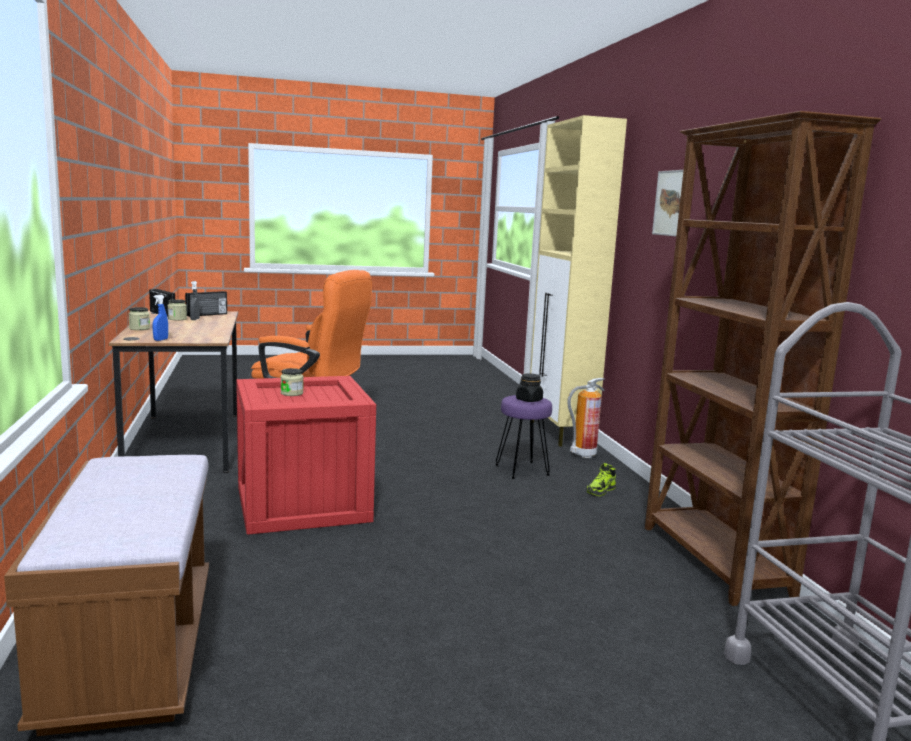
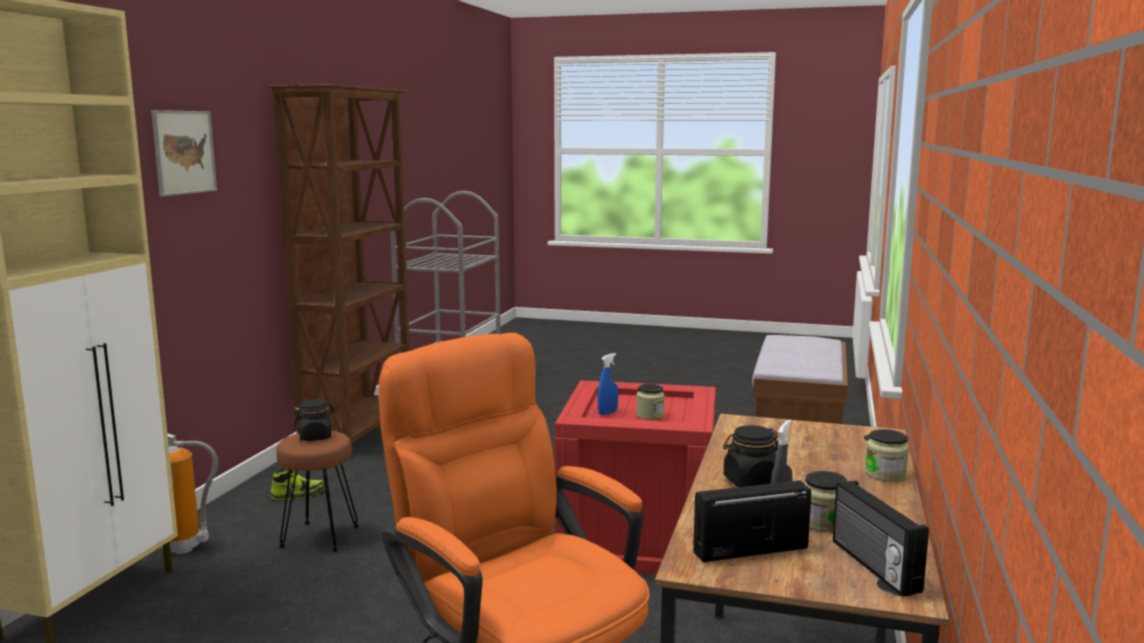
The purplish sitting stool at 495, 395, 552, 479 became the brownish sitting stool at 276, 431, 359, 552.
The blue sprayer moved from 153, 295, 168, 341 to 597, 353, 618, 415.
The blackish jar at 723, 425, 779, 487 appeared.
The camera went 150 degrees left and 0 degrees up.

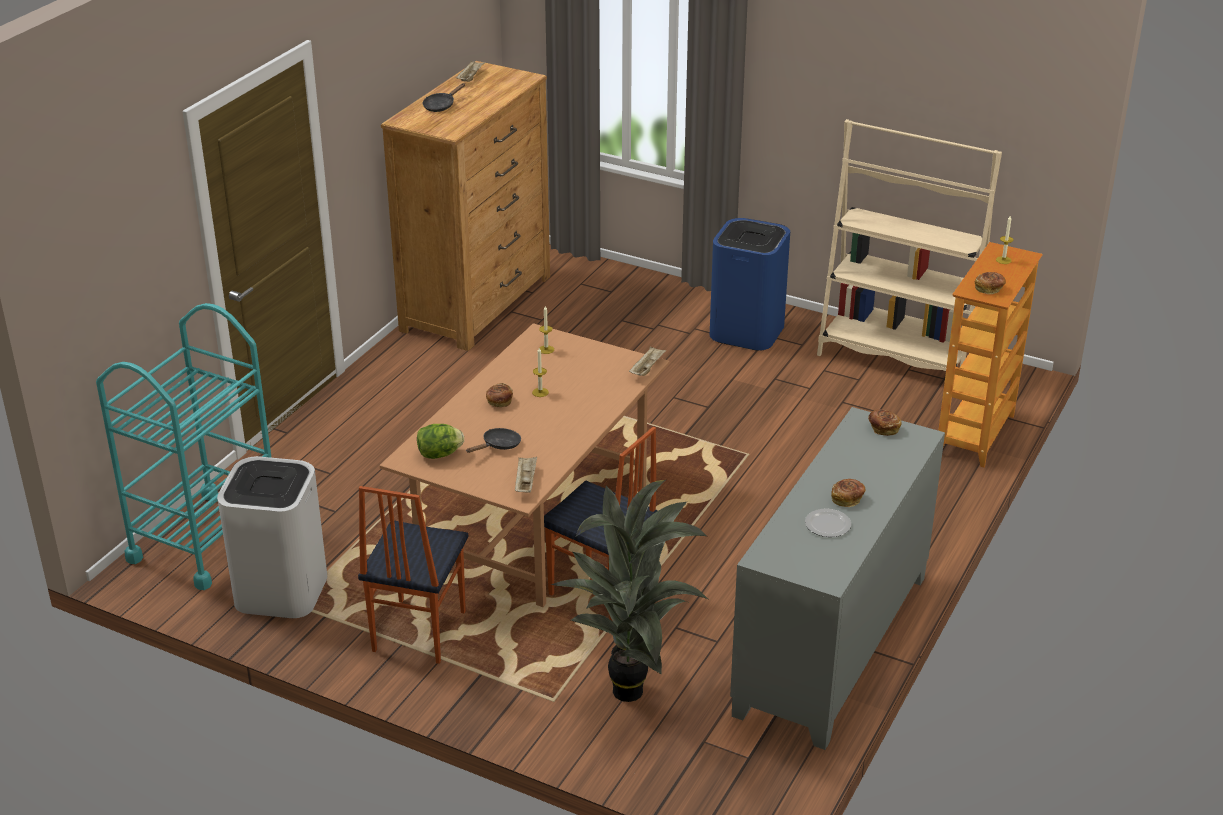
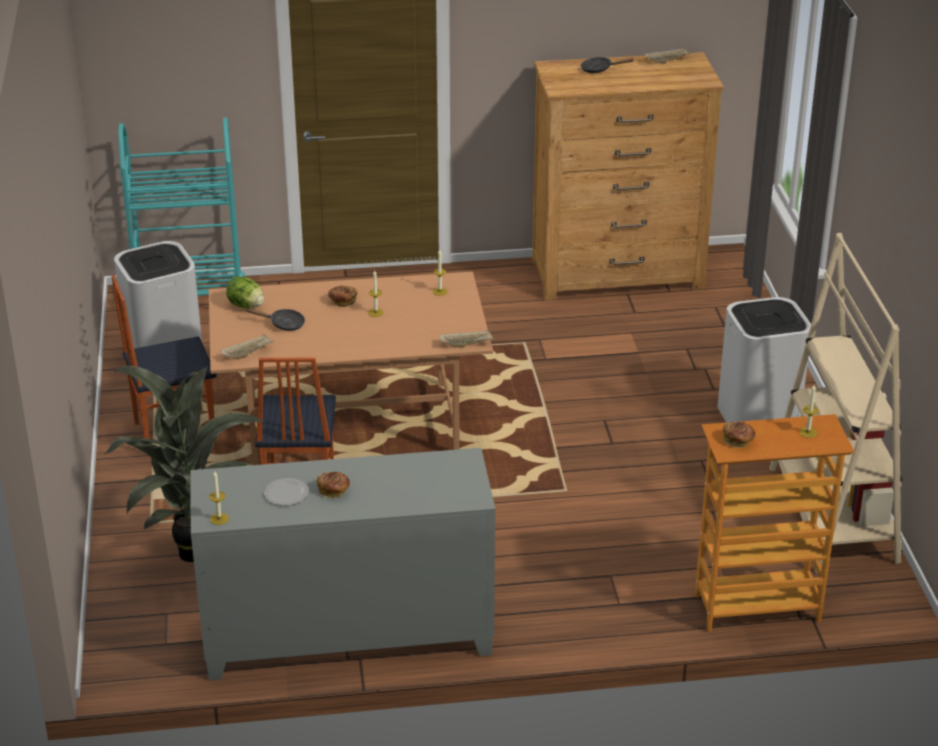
The wax candle at 209, 471, 229, 525 appeared.
The blue trash can at 710, 218, 790, 351 became the whitish trash can at 718, 297, 811, 423.
The bakery bread at 868, 409, 901, 436 disappeared.
The camera went 55 degrees right and 0 degrees up.

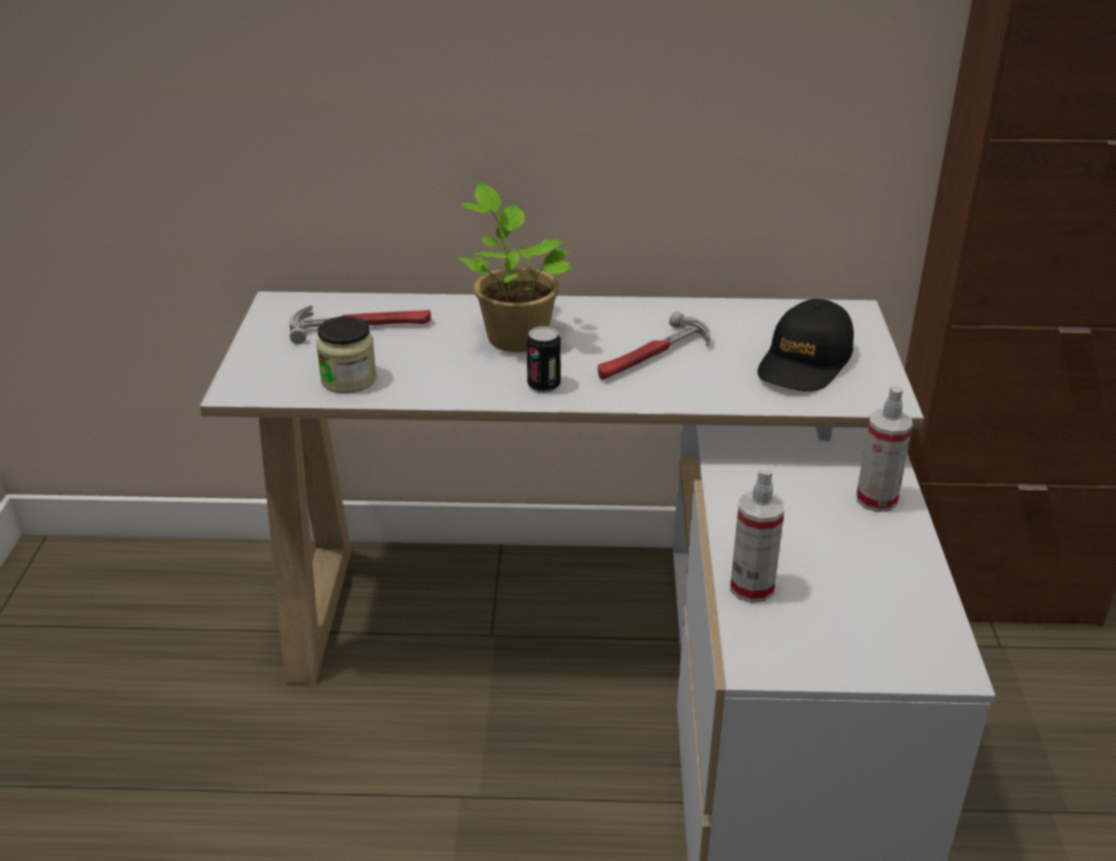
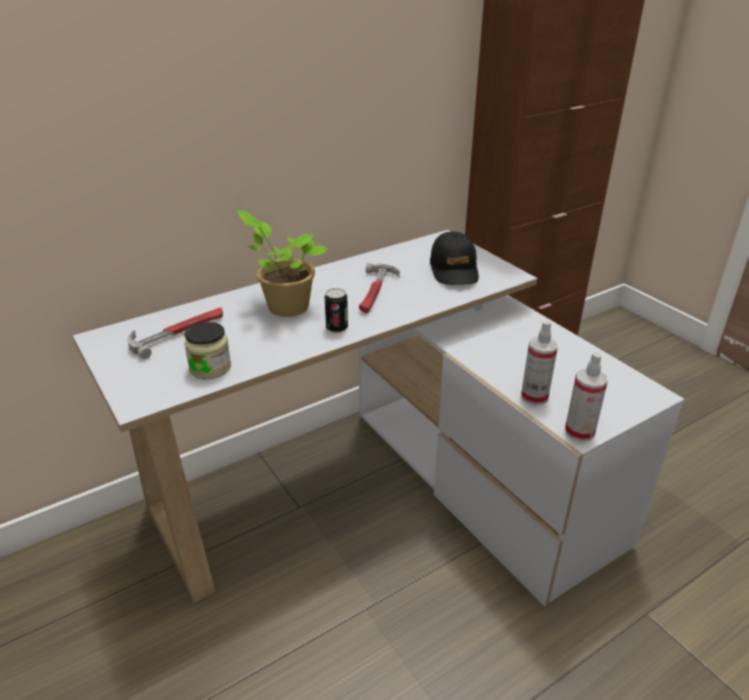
The sprayer moved from 856, 385, 913, 512 to 565, 352, 608, 442.
The camera went 35 degrees left and 0 degrees up.

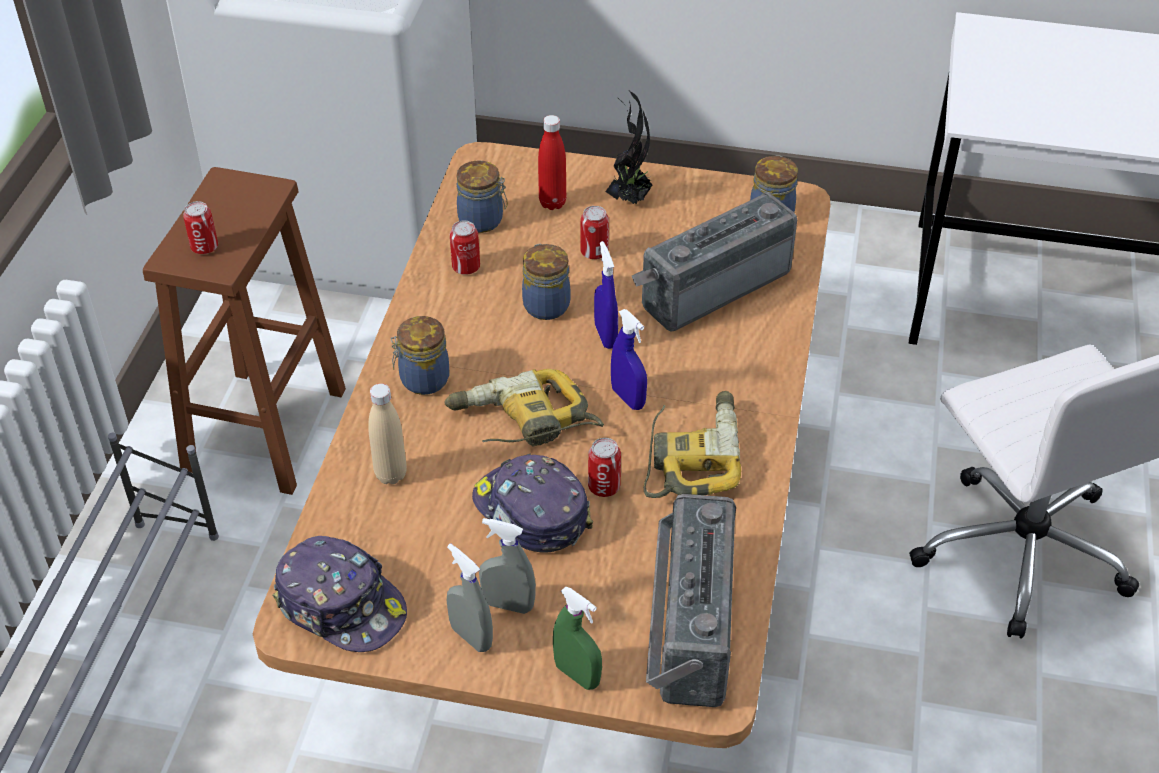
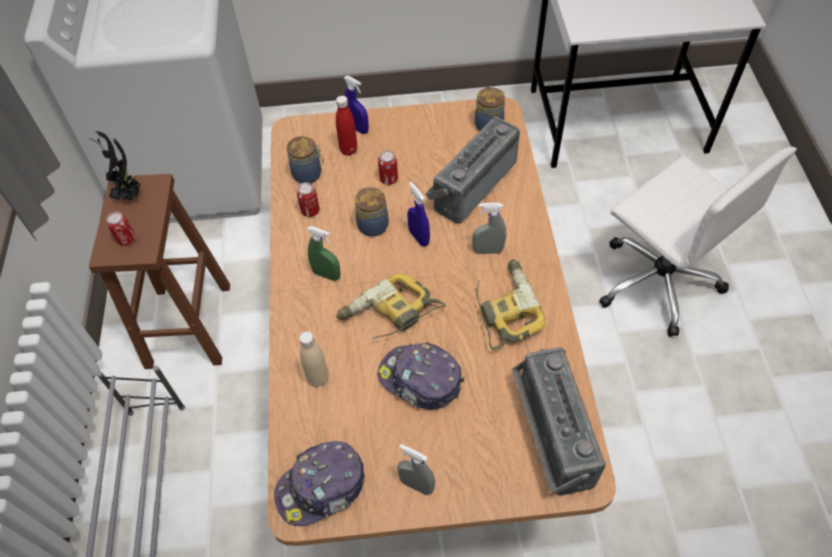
The houseplant moved from 605, 91, 653, 204 to 89, 131, 141, 201.
The cap at 272, 536, 407, 652 turned 135 degrees clockwise.
The green sprayer moved from 553, 587, 602, 690 to 307, 226, 340, 281.
The blue sprayer moved from 611, 309, 647, 410 to 344, 76, 369, 134.
The greyish sprayer moved from 479, 518, 536, 614 to 472, 203, 506, 254.
The jar at 391, 316, 449, 395 disappeared.
The can at 588, 438, 621, 497 disappeared.
The camera went 15 degrees left and 10 degrees up.

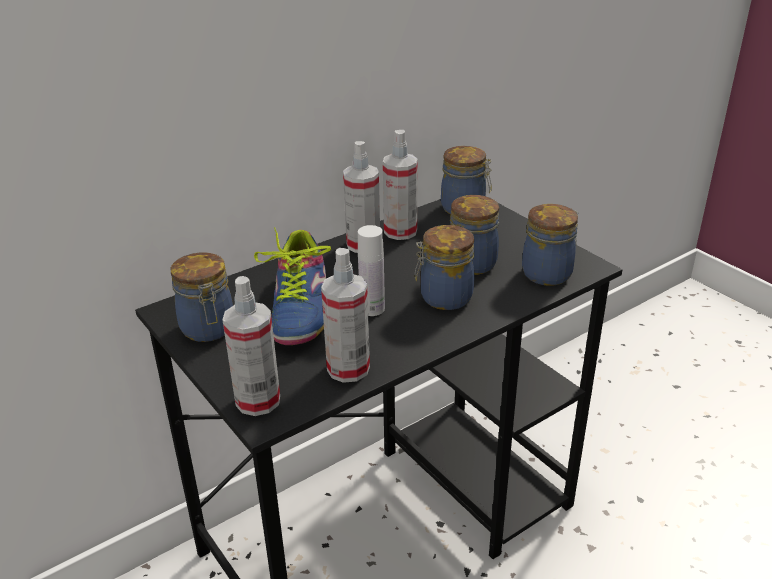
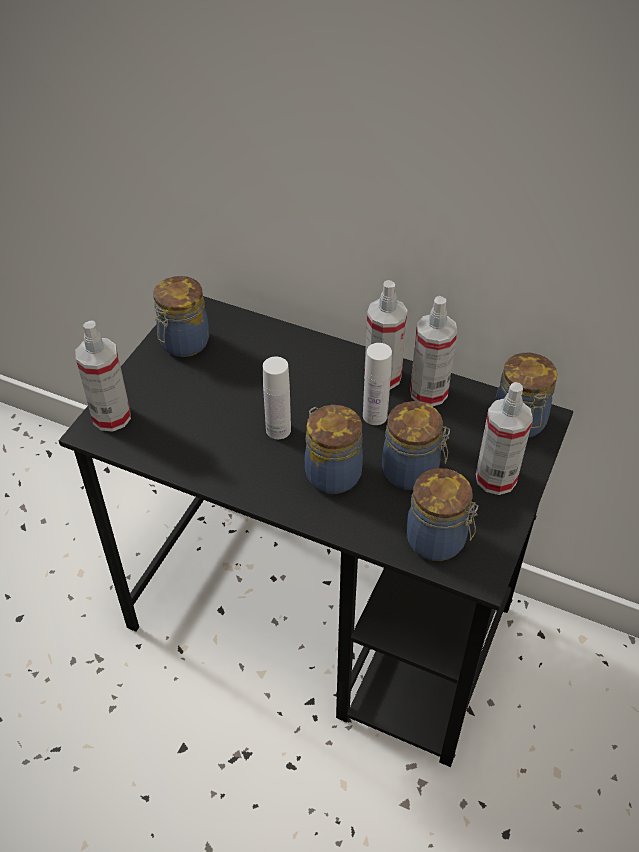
The whitish beverage bottle at 363, 343, 392, 425 appeared.
The sprayer moved from 321, 248, 370, 383 to 476, 382, 533, 495.
The low shoe at 254, 227, 331, 345 disappeared.
The camera went 60 degrees right and 15 degrees up.

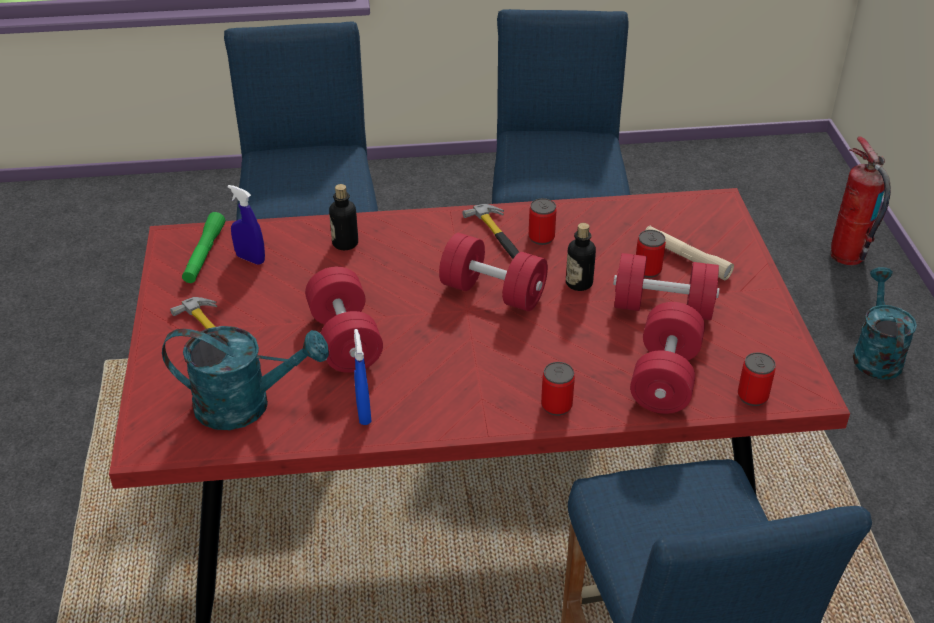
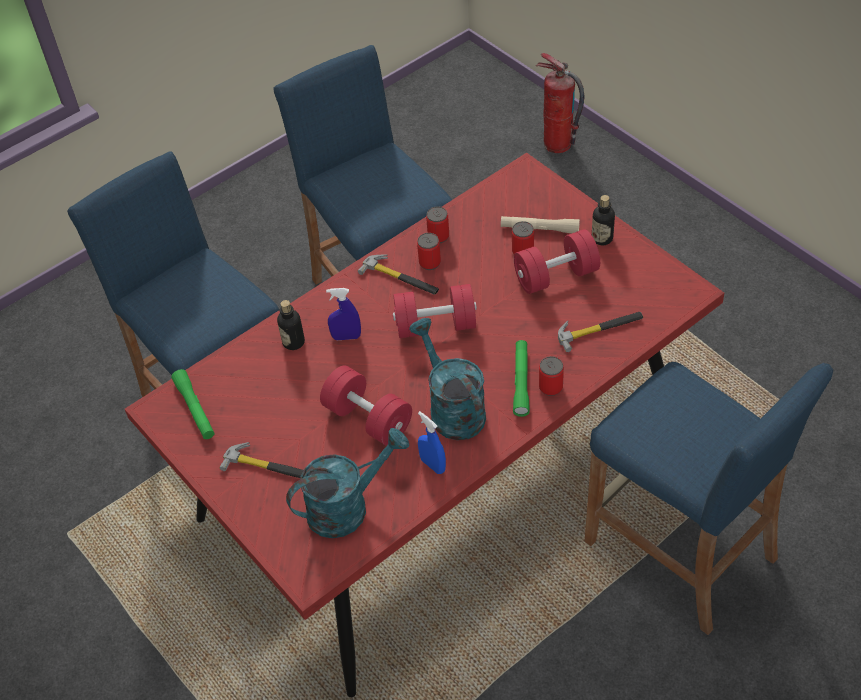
The blue sprayer moved from 228, 185, 265, 265 to 326, 288, 361, 340.
The turquoise sprinkling can moved from 853, 267, 917, 380 to 409, 318, 486, 440.
The can moved from 738, 352, 776, 406 to 426, 206, 449, 243.
The green hand torch at 513, 340, 530, 417 appeared.
The reddish dumbbell at 630, 302, 705, 414 was replaced by the tool hammer at 558, 312, 643, 352.
The beverage bottle moved from 566, 223, 596, 291 to 592, 195, 615, 245.
The camera went 30 degrees left and 10 degrees up.

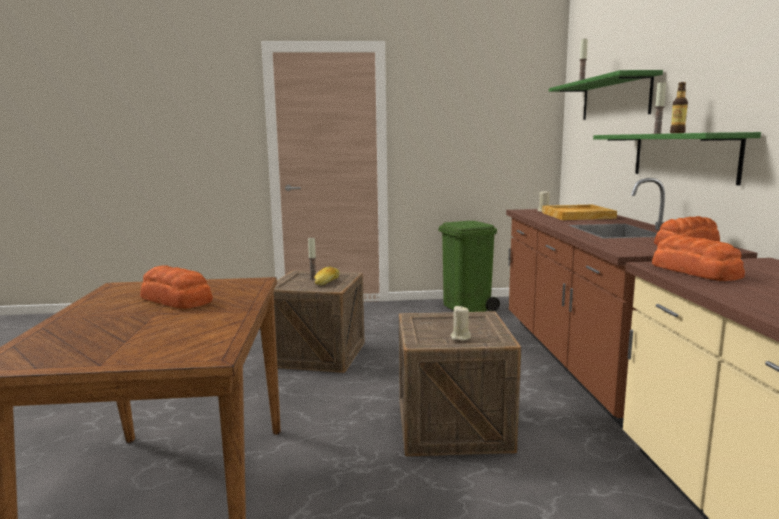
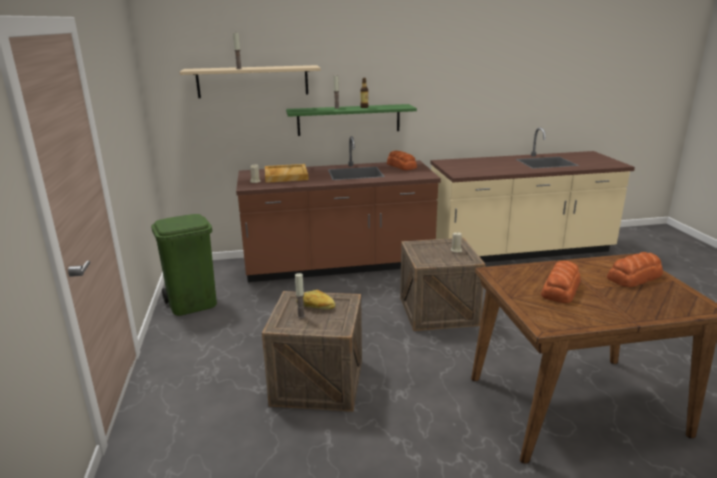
The green wall shelf at 549, 70, 663, 120 became the sand-coloured wall shelf at 180, 65, 321, 98.
The bakery bread moved from 652, 235, 745, 281 to 607, 252, 663, 287.
The camera went 95 degrees left and 10 degrees up.

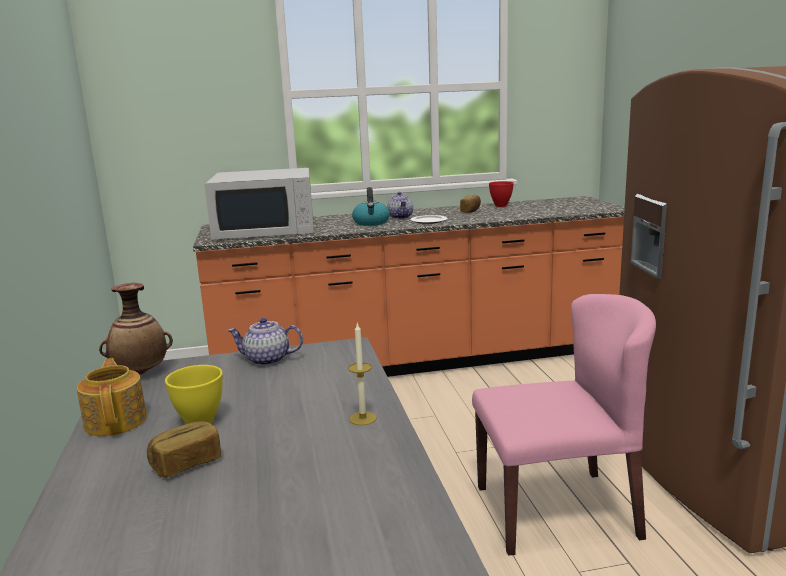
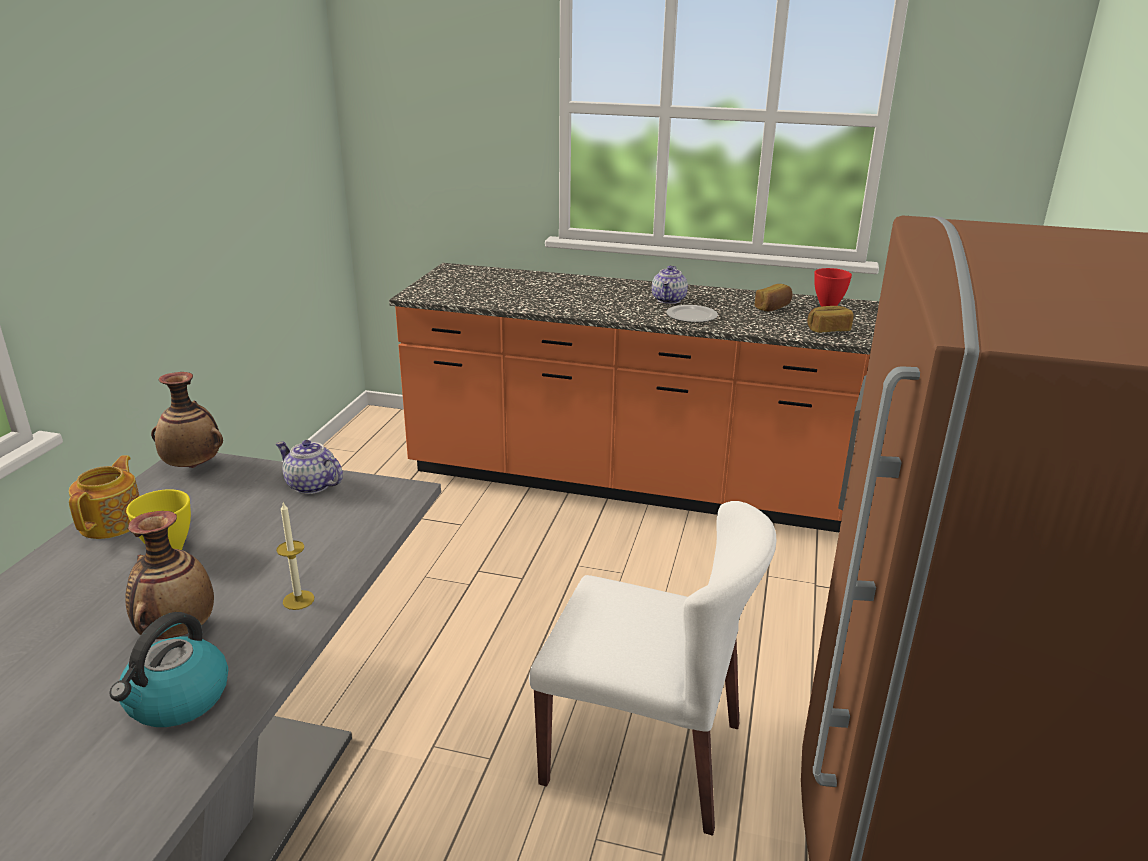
The tea kettle moved from 352, 187, 390, 226 to 110, 612, 228, 727.
The vase at 125, 511, 214, 639 appeared.
The pink-coloured plain chair at 472, 294, 656, 556 became the whitish plain chair at 529, 501, 776, 836.
The bakery bread moved from 147, 421, 221, 478 to 807, 306, 854, 333.
The whitish microwave at 205, 168, 314, 239 disappeared.
The camera went 25 degrees right and 10 degrees up.

